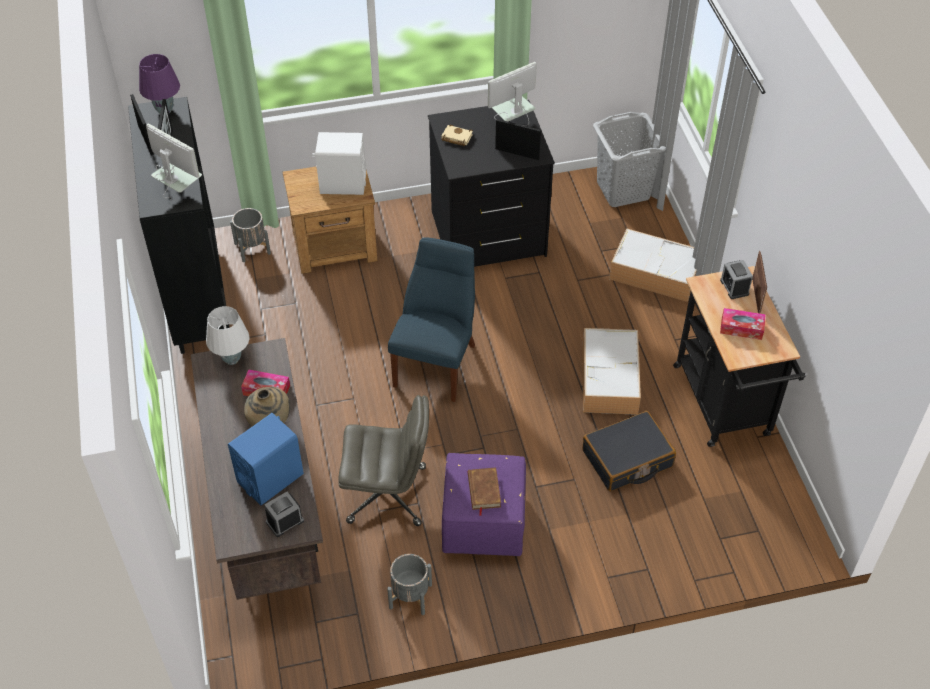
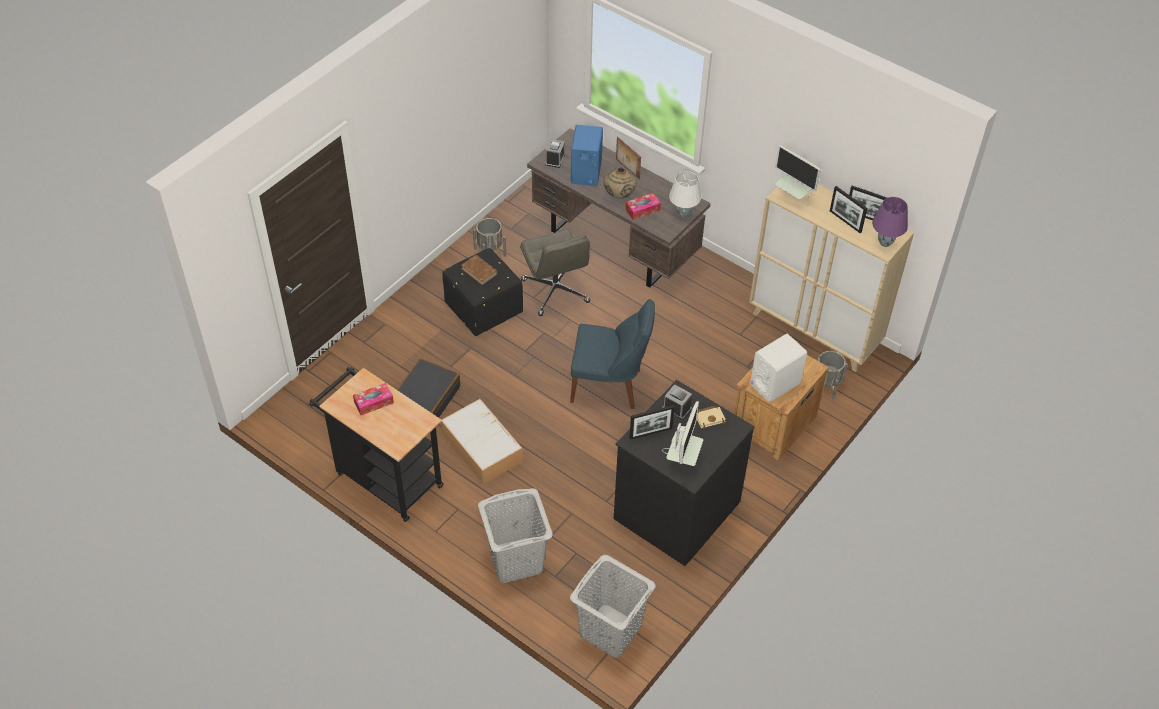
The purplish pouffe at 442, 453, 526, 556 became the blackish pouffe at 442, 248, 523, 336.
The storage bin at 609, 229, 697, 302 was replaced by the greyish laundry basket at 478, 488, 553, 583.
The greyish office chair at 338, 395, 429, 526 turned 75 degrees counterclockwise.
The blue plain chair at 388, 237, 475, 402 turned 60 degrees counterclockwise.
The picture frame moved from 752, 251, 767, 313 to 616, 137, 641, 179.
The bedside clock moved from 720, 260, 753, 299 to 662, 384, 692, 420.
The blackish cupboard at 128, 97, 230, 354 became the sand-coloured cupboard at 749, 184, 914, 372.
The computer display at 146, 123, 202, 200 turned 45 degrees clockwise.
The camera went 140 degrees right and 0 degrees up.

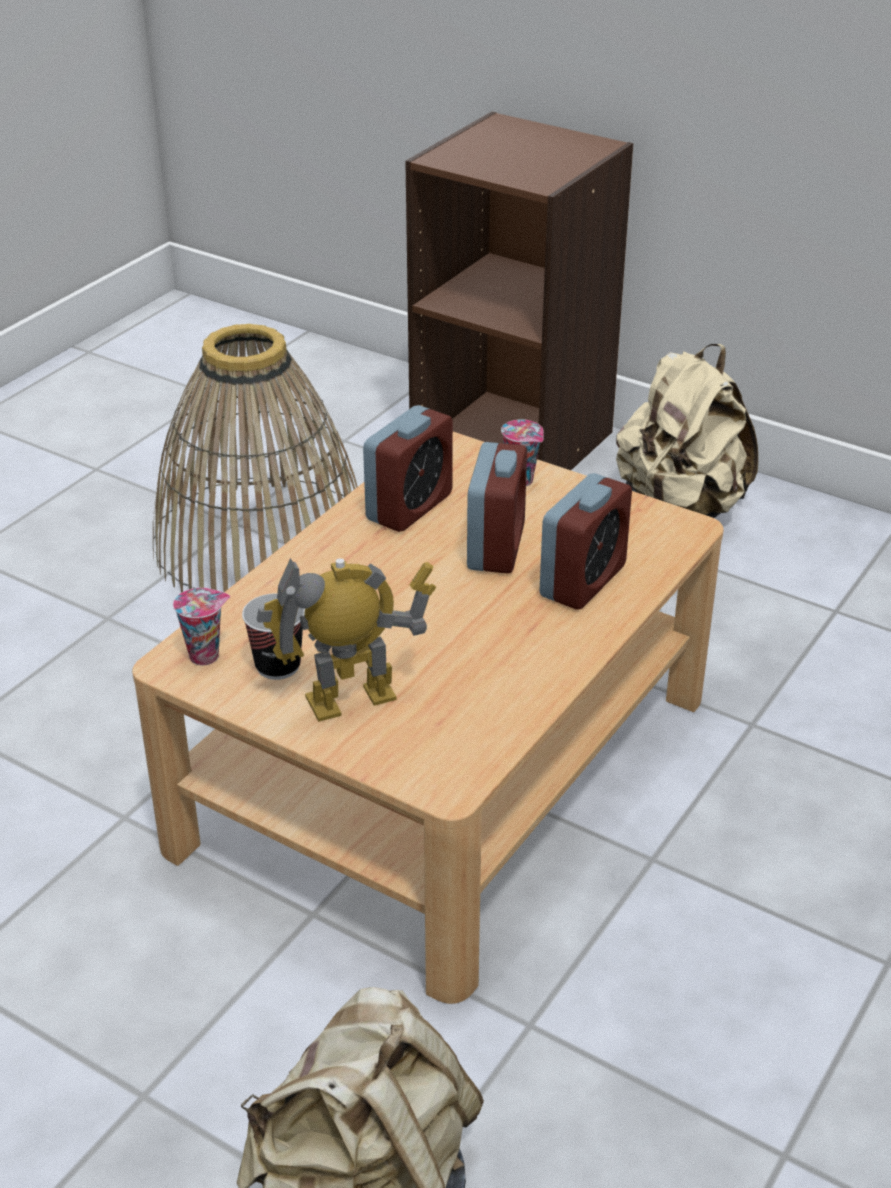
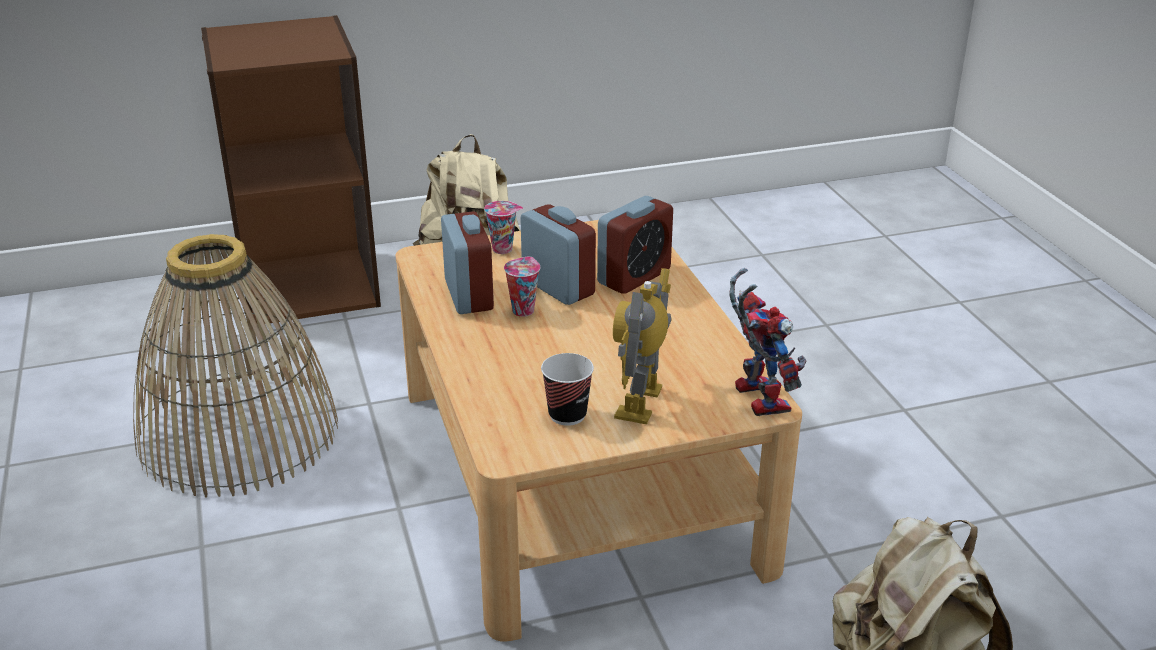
The cup moved from 173, 588, 230, 665 to 504, 257, 540, 317.
The bedside clock at 539, 473, 632, 610 turned 60 degrees clockwise.
The toy robot at 729, 268, 807, 416 appeared.
The camera went 50 degrees left and 5 degrees down.

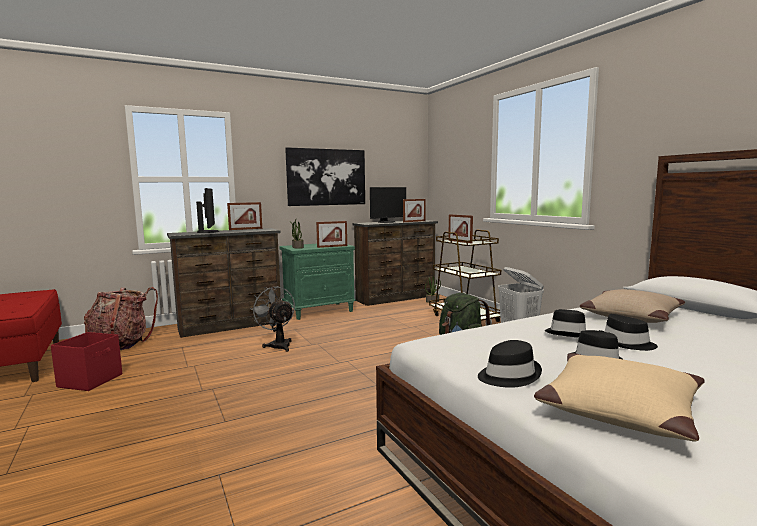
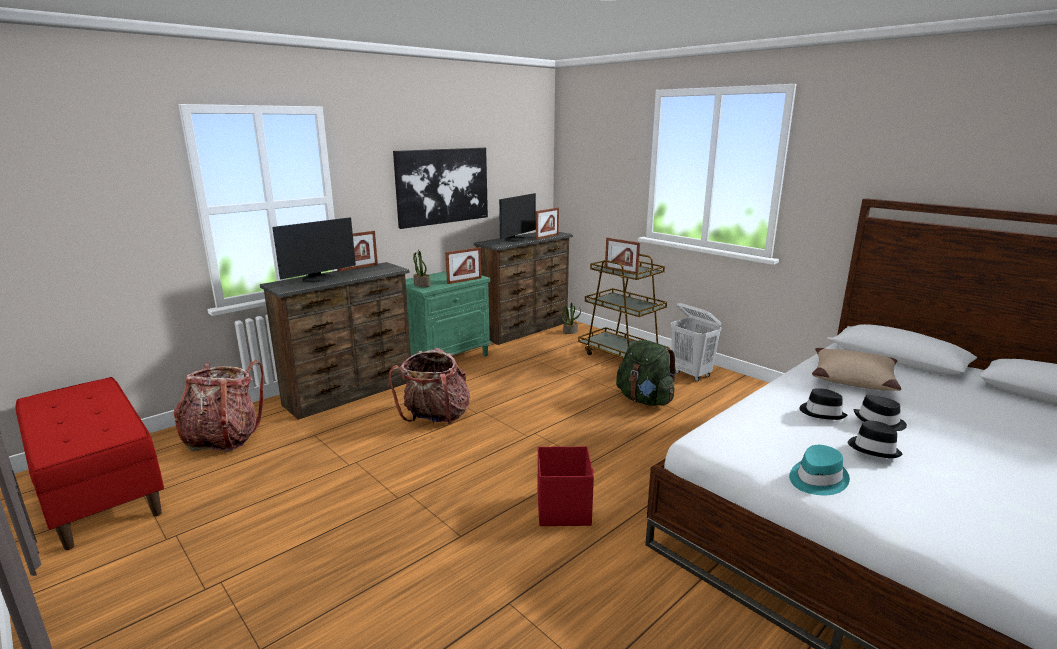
The computer display at 196, 188, 219, 233 turned 75 degrees clockwise.
The greyish electric fan at 250, 286, 295, 352 was replaced by the knapsack at 389, 348, 470, 425.
The reddish storage bin moved from 51, 332, 122, 391 to 538, 446, 594, 526.
The blackish hat at 478, 340, 542, 388 became the turquoise hat at 789, 445, 850, 495.
The sand-coloured throw pillow at 534, 353, 705, 442 disappeared.
The camera went 15 degrees left and 10 degrees up.

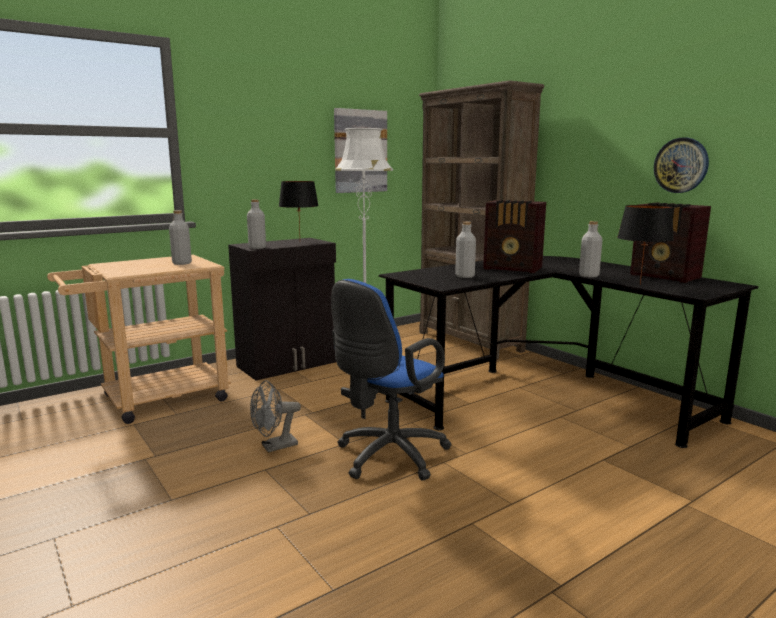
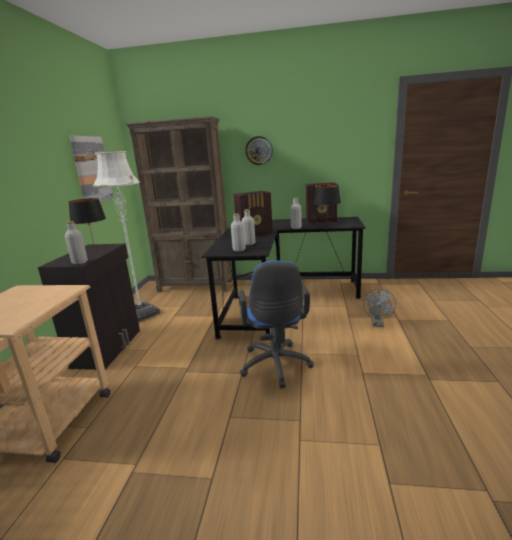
The greyish beverage bottle moved from 169, 210, 192, 265 to 231, 214, 246, 252.
The wall clock moved from 654, 138, 709, 193 to 245, 136, 273, 165.
The greyish electric fan moved from 250, 380, 301, 452 to 363, 289, 396, 327.
The camera went 45 degrees left and 5 degrees up.

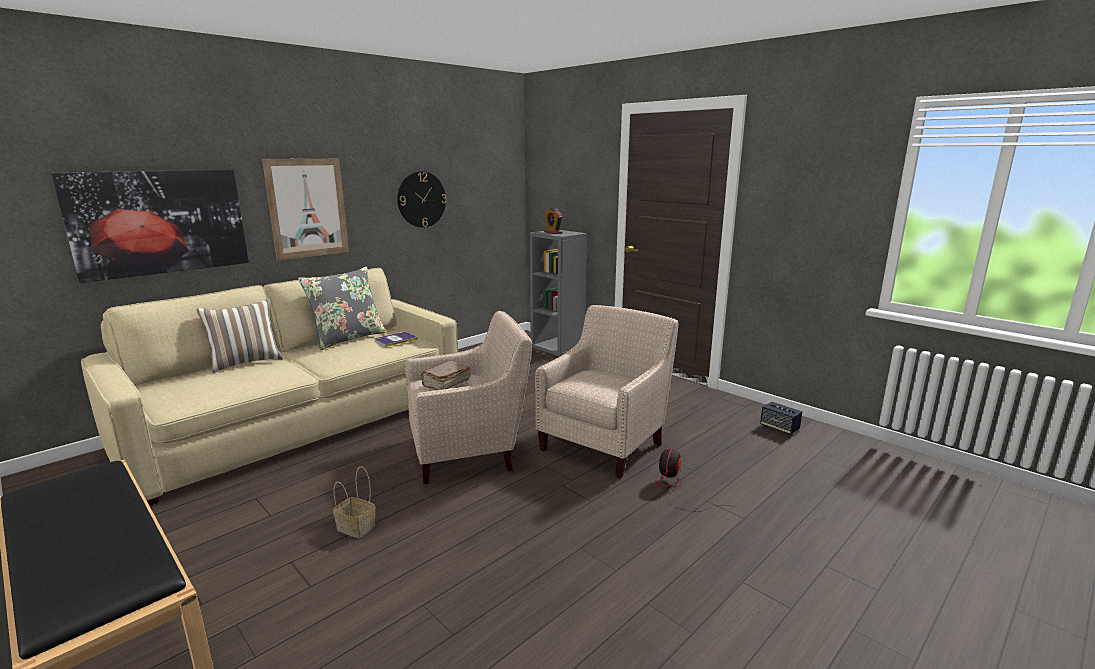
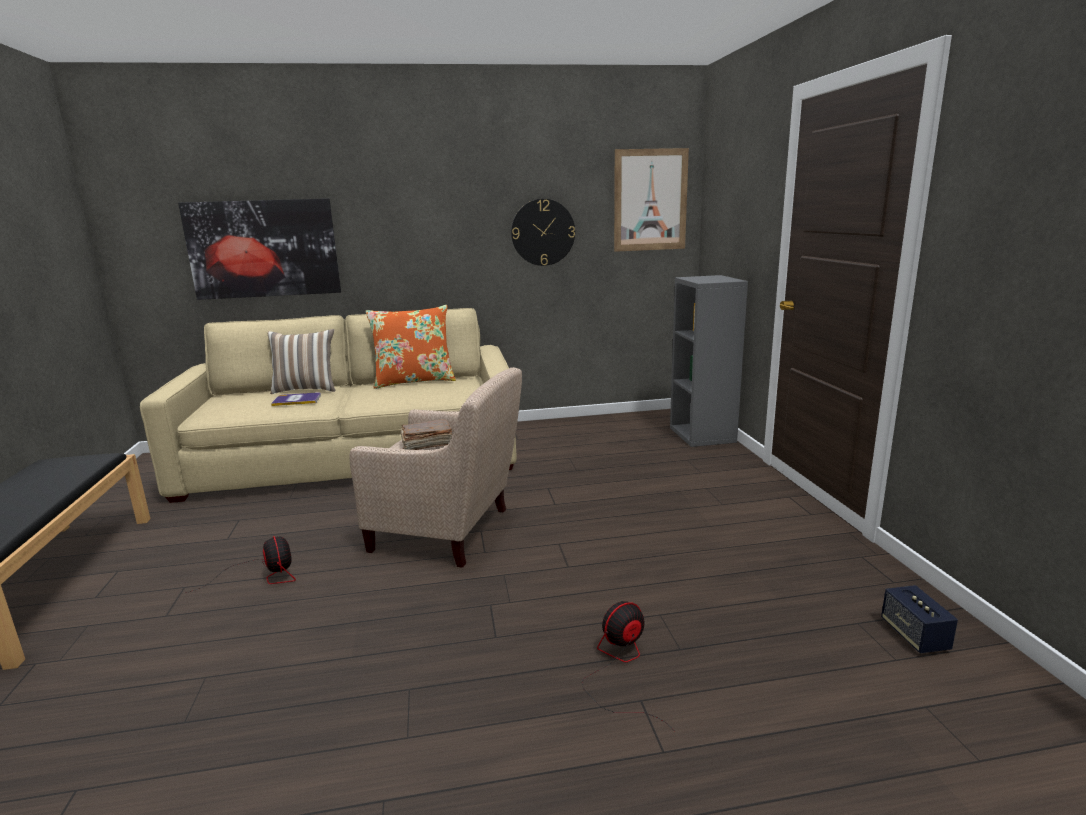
The basket at 333, 466, 375, 538 was replaced by the electric fan at 186, 536, 296, 593.
The volume moved from 375, 332, 418, 347 to 271, 392, 321, 406.
The greyish throw pillow at 298, 267, 387, 351 became the orange throw pillow at 366, 305, 456, 389.
The wall art moved from 262, 159, 349, 261 to 614, 148, 689, 252.
The sand-coloured lounge chair at 535, 305, 679, 479 disappeared.
The bedside clock at 544, 208, 563, 234 disappeared.
The camera went 35 degrees right and 0 degrees up.

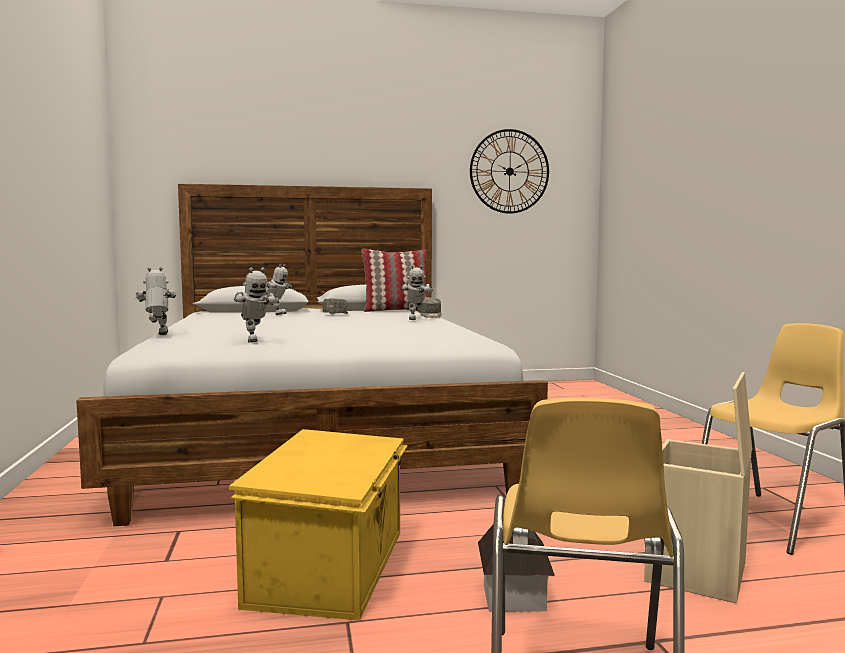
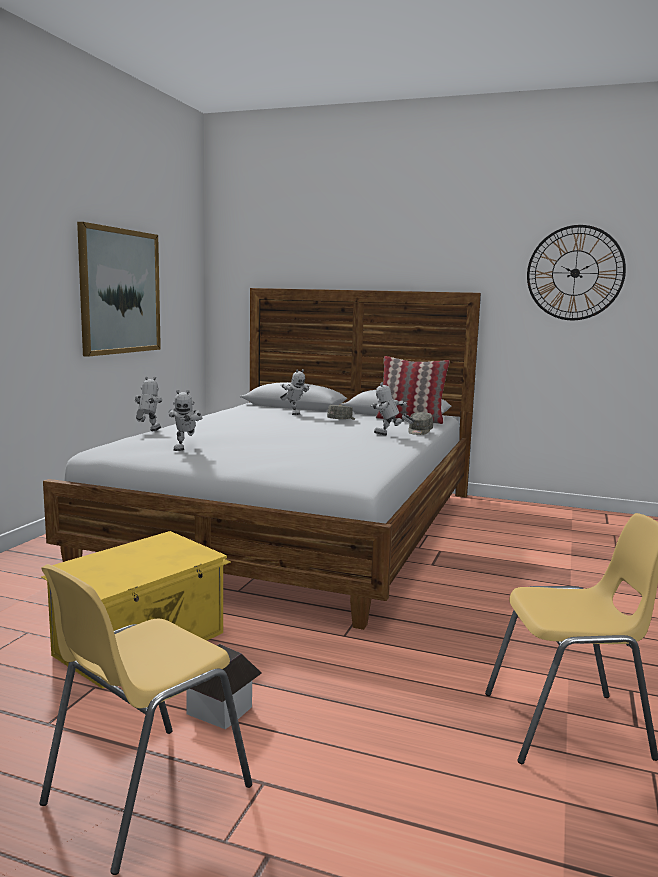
The wall art at 77, 222, 161, 357 appeared.
The toy robot at 402, 265, 433, 320 turned 75 degrees clockwise.
The sand-coloured storage bin at 644, 372, 752, 604 disappeared.
The camera went 30 degrees right and 5 degrees up.

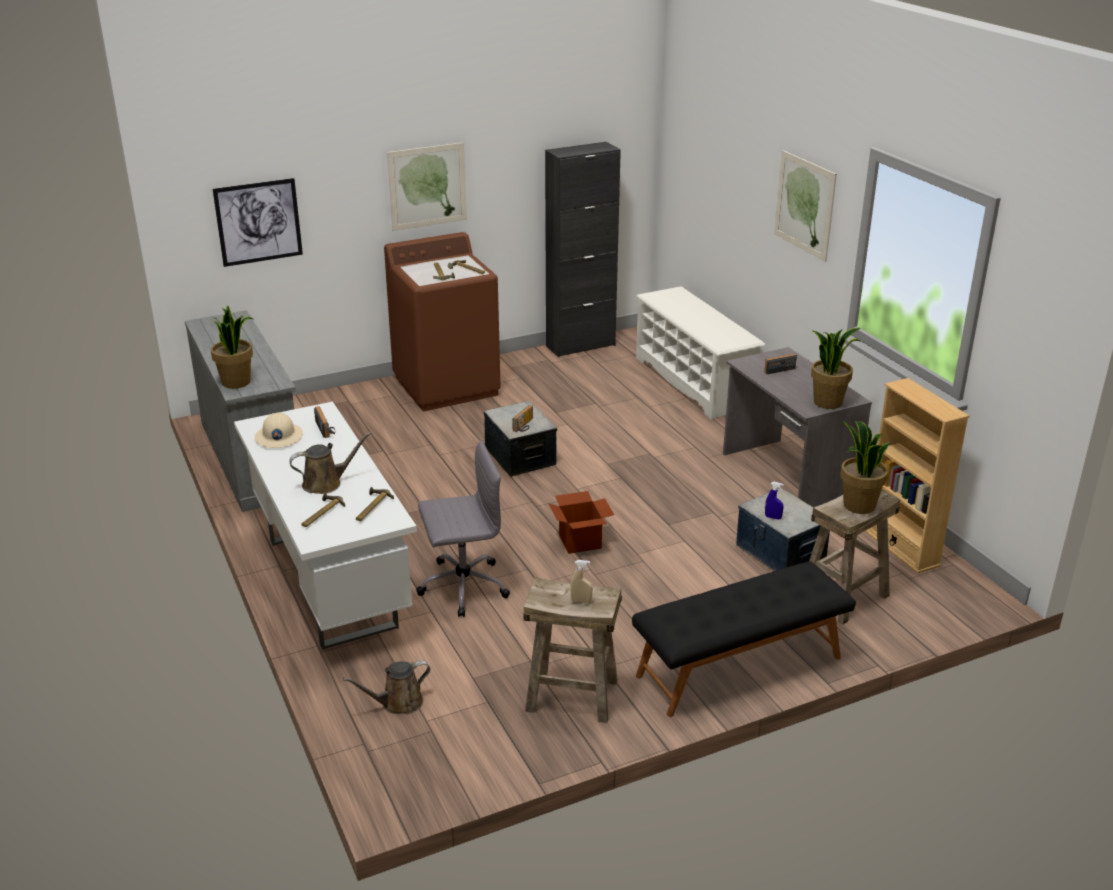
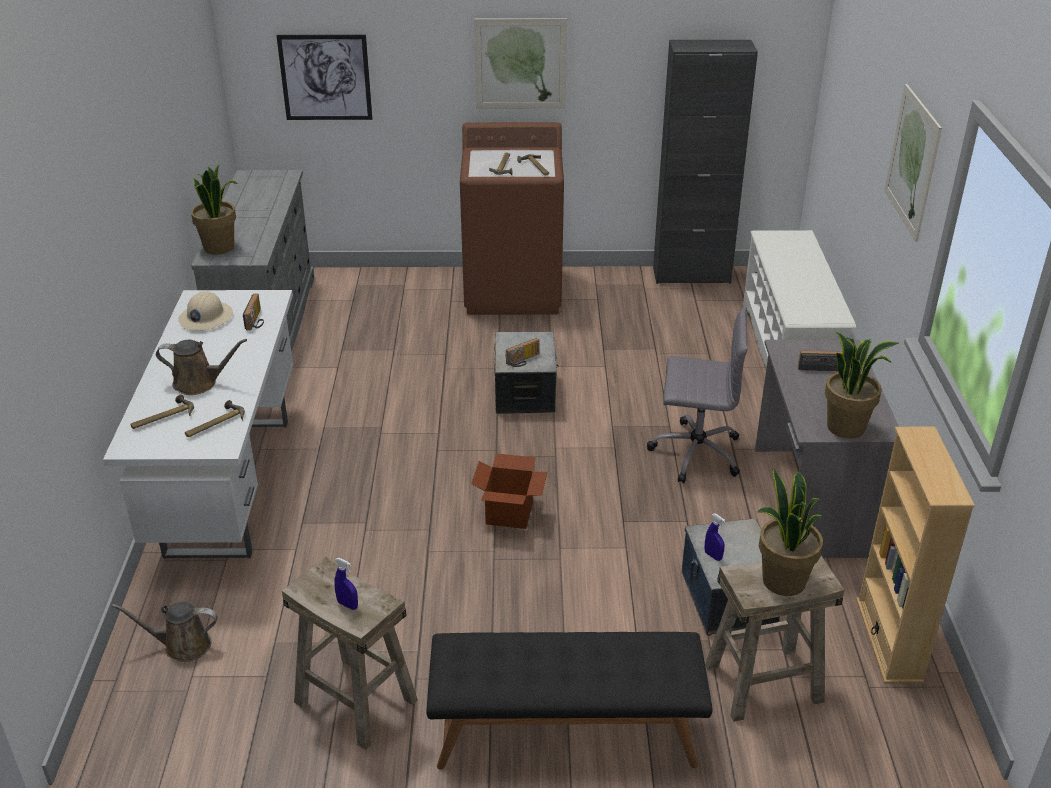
The sand-coloured sprayer at 570, 560, 593, 603 became the blue sprayer at 334, 558, 358, 610.
The greyish office chair moved from 416, 440, 510, 617 to 647, 307, 748, 484.
The camera went 25 degrees right and 5 degrees up.

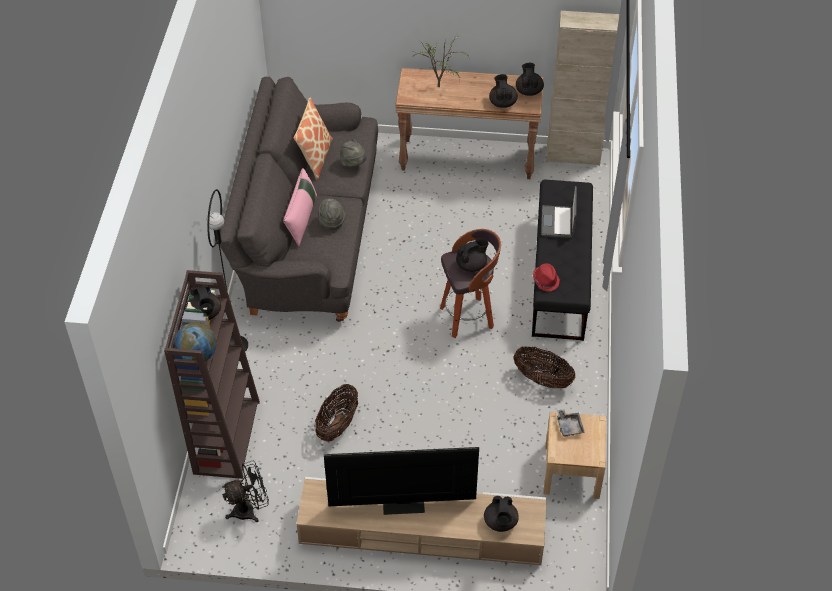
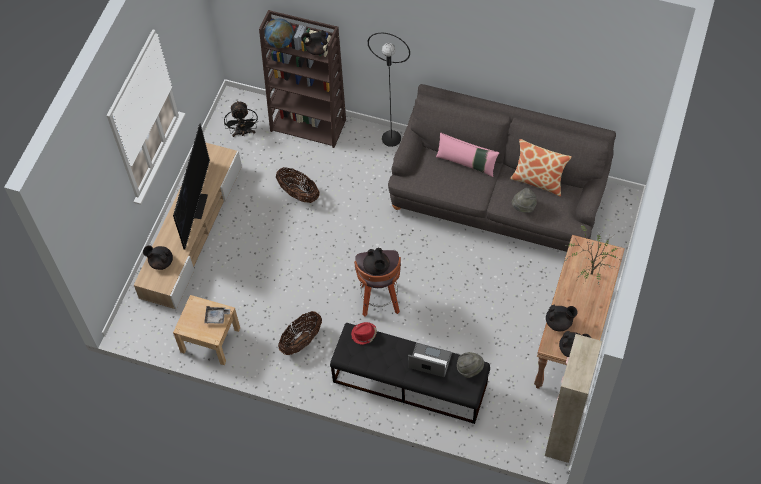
The greyish hat moved from 319, 198, 346, 230 to 457, 352, 484, 378.
The camera went 105 degrees right and 10 degrees up.

